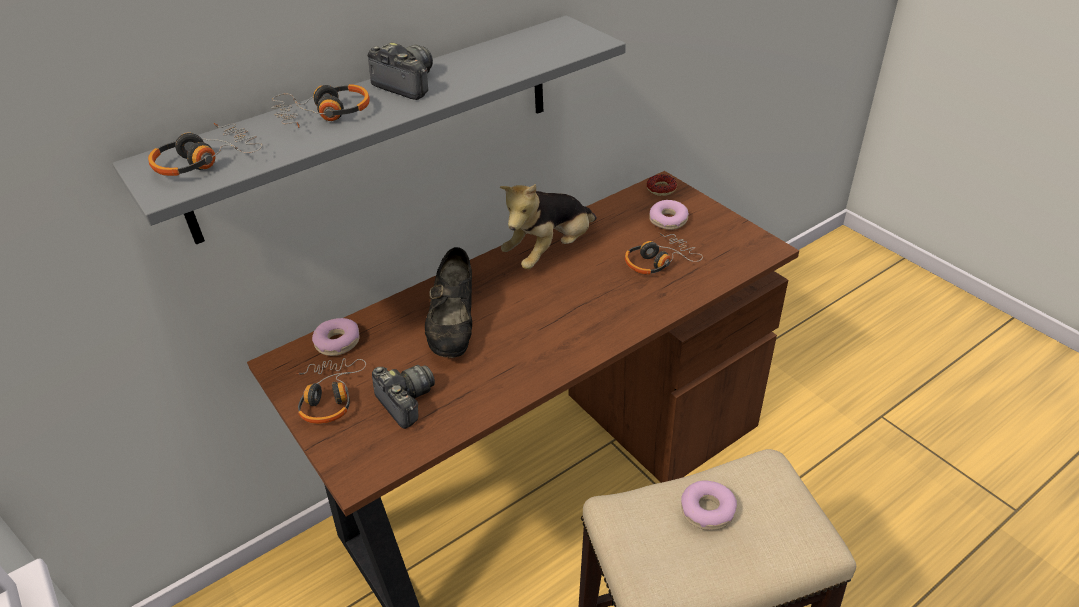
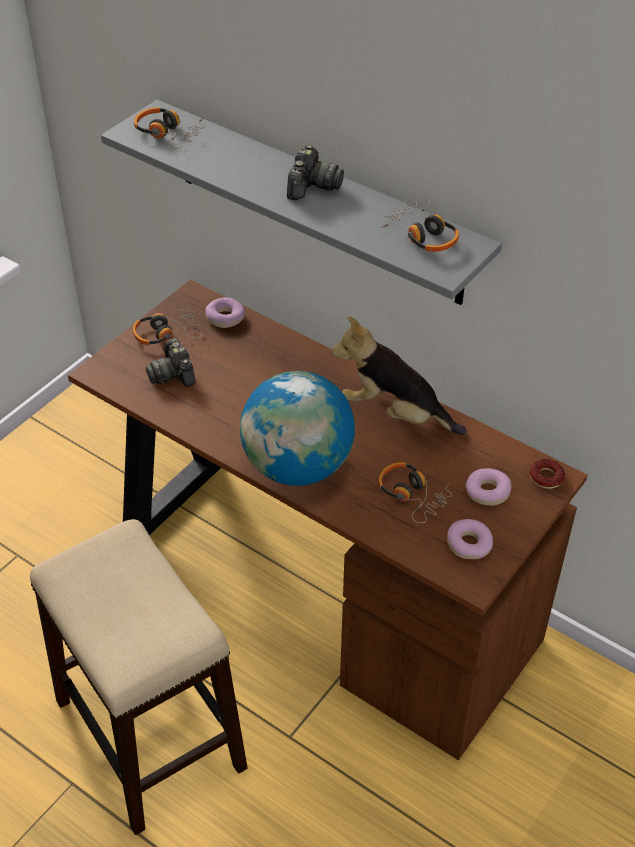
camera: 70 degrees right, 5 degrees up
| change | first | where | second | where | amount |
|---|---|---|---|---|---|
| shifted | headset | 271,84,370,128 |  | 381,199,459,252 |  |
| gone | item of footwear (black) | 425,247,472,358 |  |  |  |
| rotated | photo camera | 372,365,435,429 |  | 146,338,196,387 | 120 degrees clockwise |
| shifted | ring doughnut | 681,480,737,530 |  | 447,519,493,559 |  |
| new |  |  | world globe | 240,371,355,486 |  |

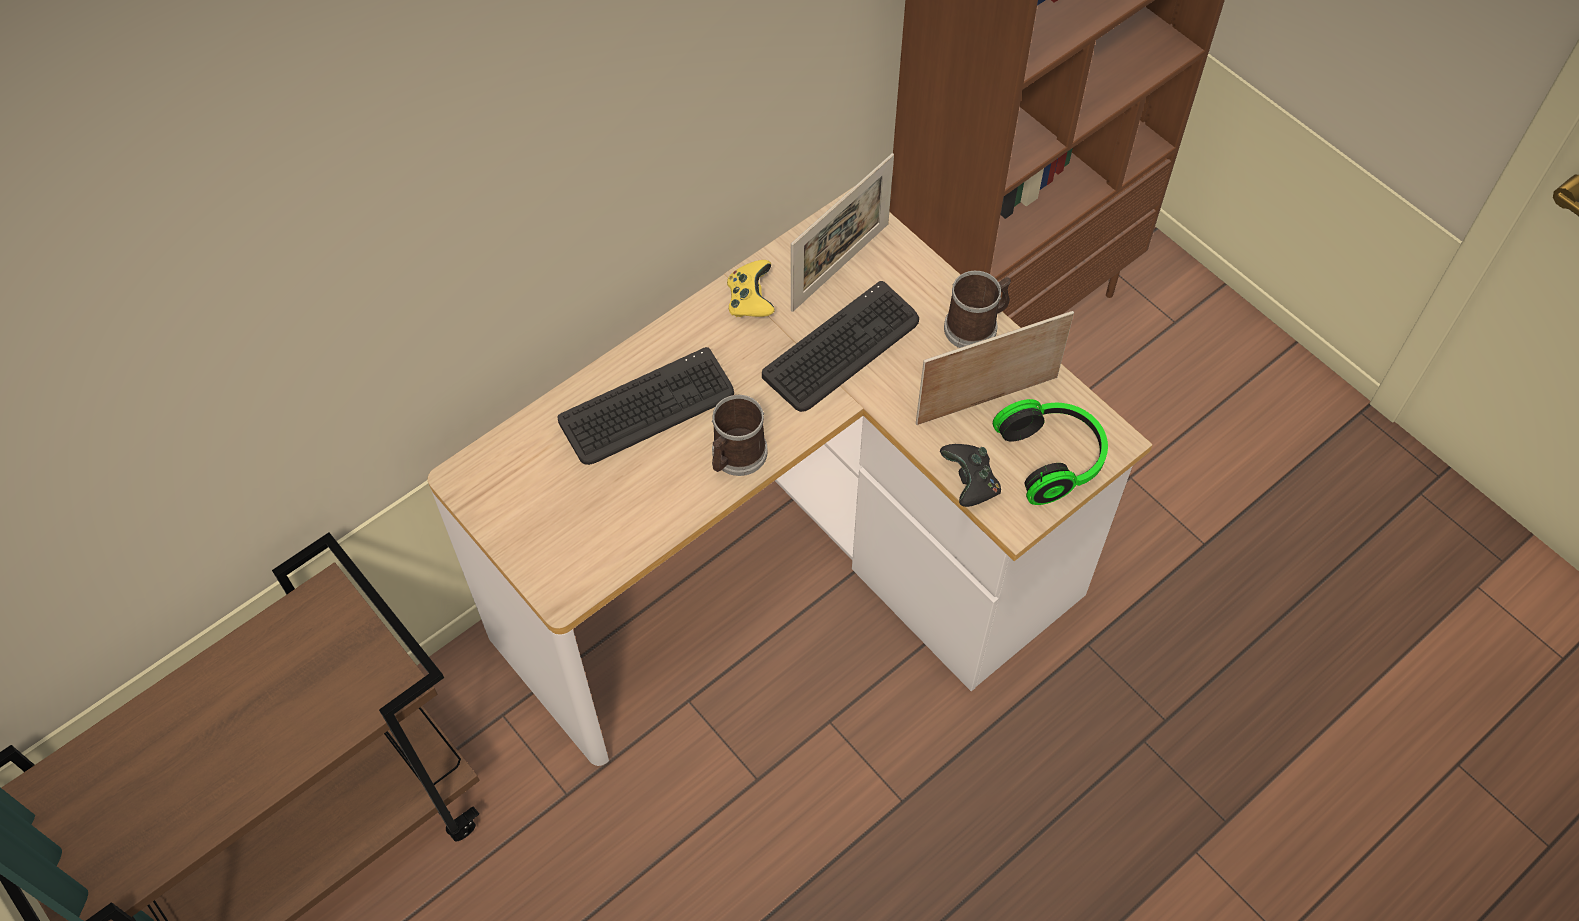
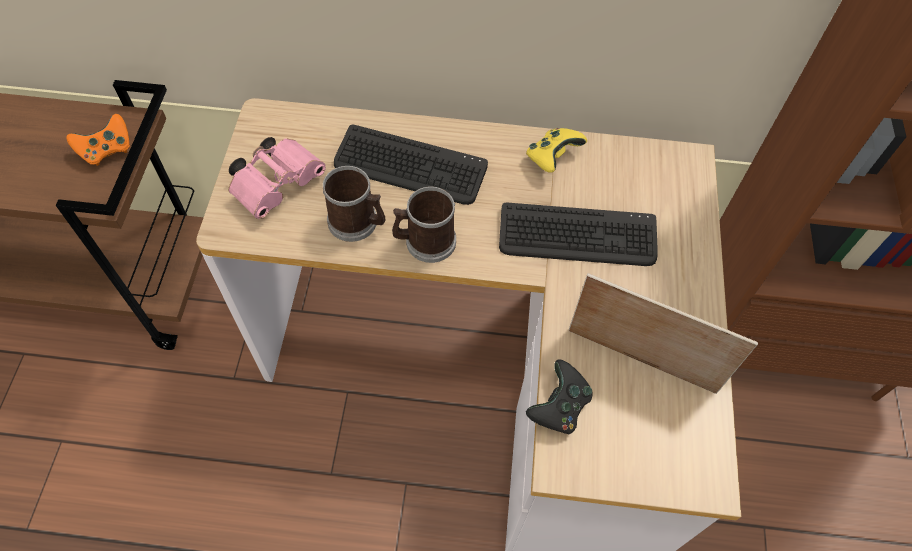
camera: 45 degrees right, 0 degrees up
| change | first | where | second | where | amount |
|---|---|---|---|---|---|
| gone | standing frame | 791,153,894,312 |  |  |  |
| shifted | mug | 944,271,1011,348 |  | 323,166,385,242 |  |
| gone | headset | 993,399,1108,505 |  |  |  |
| new |  |  | joypad (orange) | 66,114,130,166 |  |
| new |  |  | pair of binoculars (pink-coloured) | 228,137,326,219 |  |

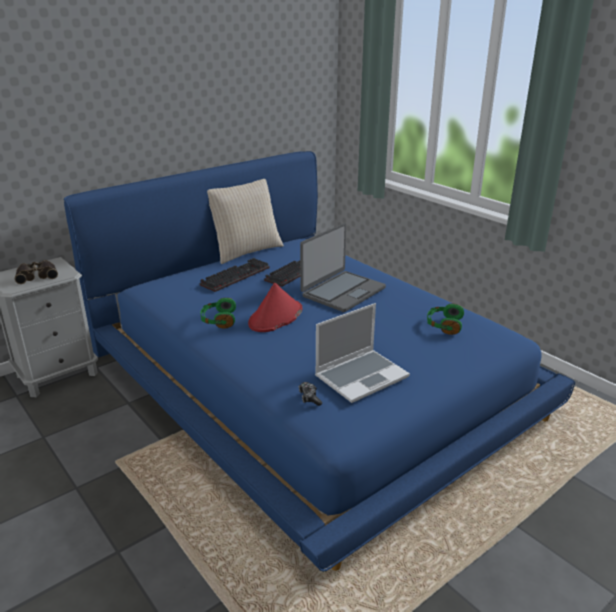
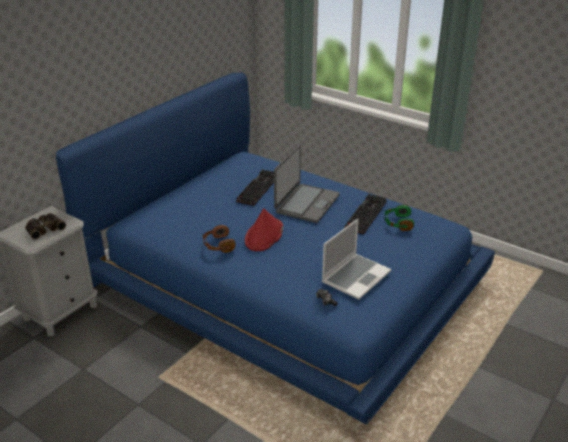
camera: 15 degrees left, 5 degrees up
| change | first | where | second | where | amount |
|---|---|---|---|---|---|
| gone | throw pillow (sand-coloured) | 207,179,284,264 |  |  |  |
| shifted | keyboard | 200,258,270,292 |  | 344,194,387,234 |  |
| repainted | headset (green-coloured) | 200,298,236,328 | headset (brownish) | 203,225,236,253 |  |

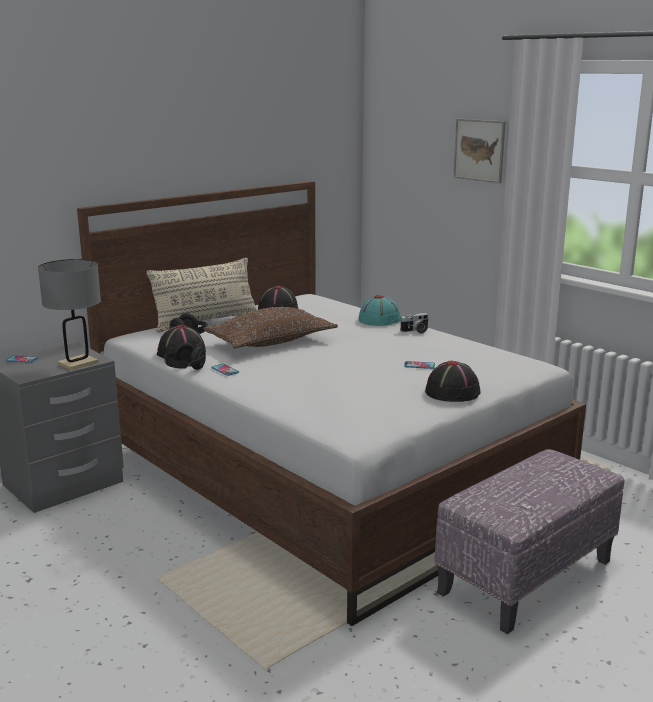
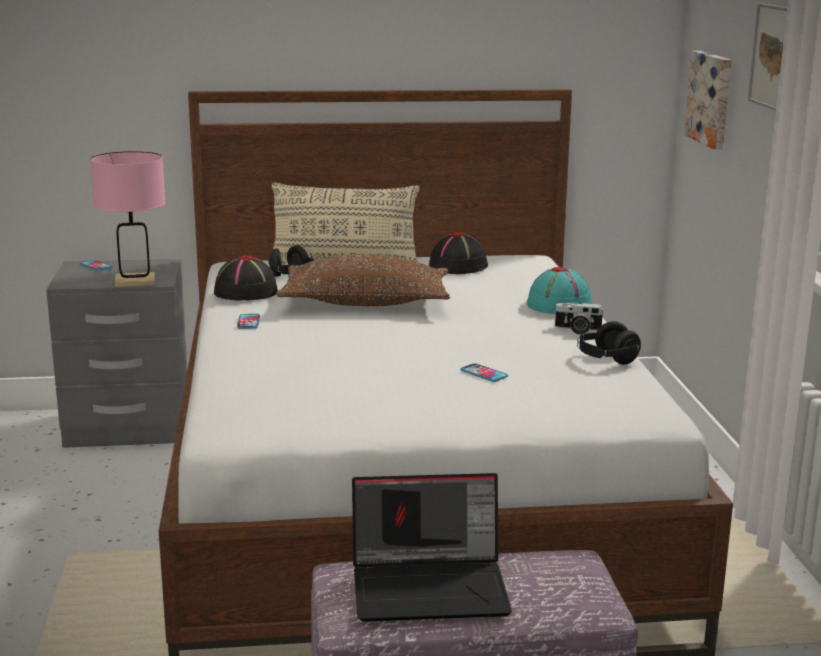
camera: 35 degrees right, 0 degrees up
| change | first | where | second | where | amount |
|---|---|---|---|---|---|
| repainted | tabletop lamp (grey) | 38,259,101,370 | tabletop lamp (pink-coloured) | 90,151,166,287 |  |
| shifted | headset (black) | 164,343,206,370 |  | 577,321,641,365 |  |
| gone | wearable hat (black) | 425,360,481,402 |  |  |  |
| new |  |  | wall art | 684,51,732,149 |  |
| new |  |  | portable computer | 352,473,512,622 |  |

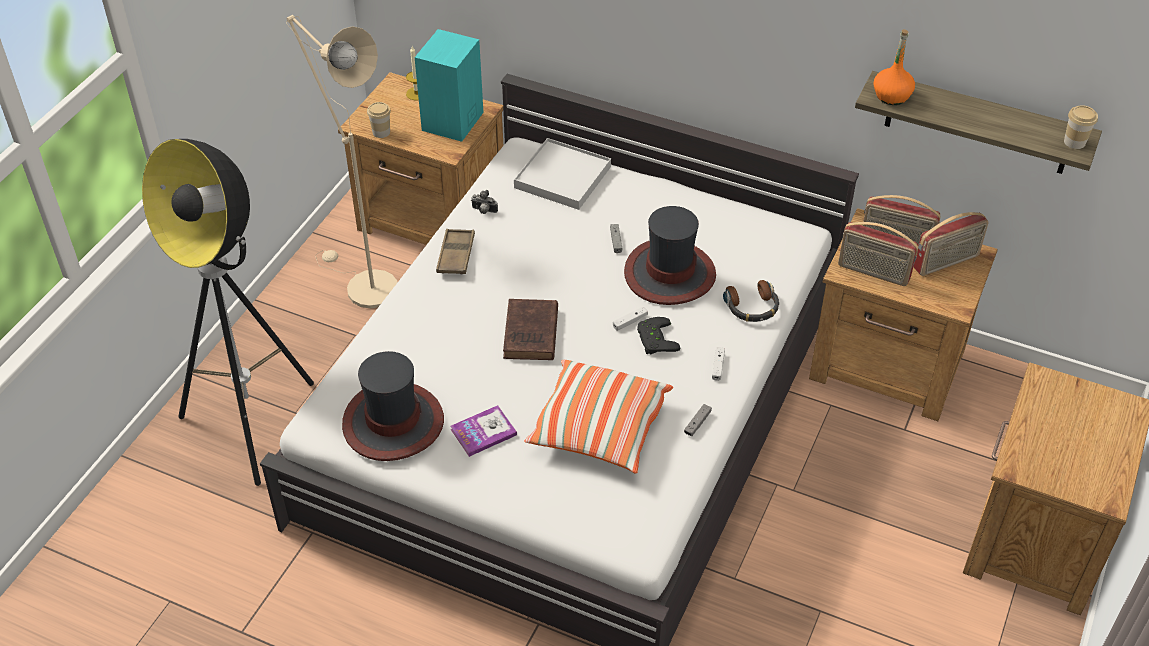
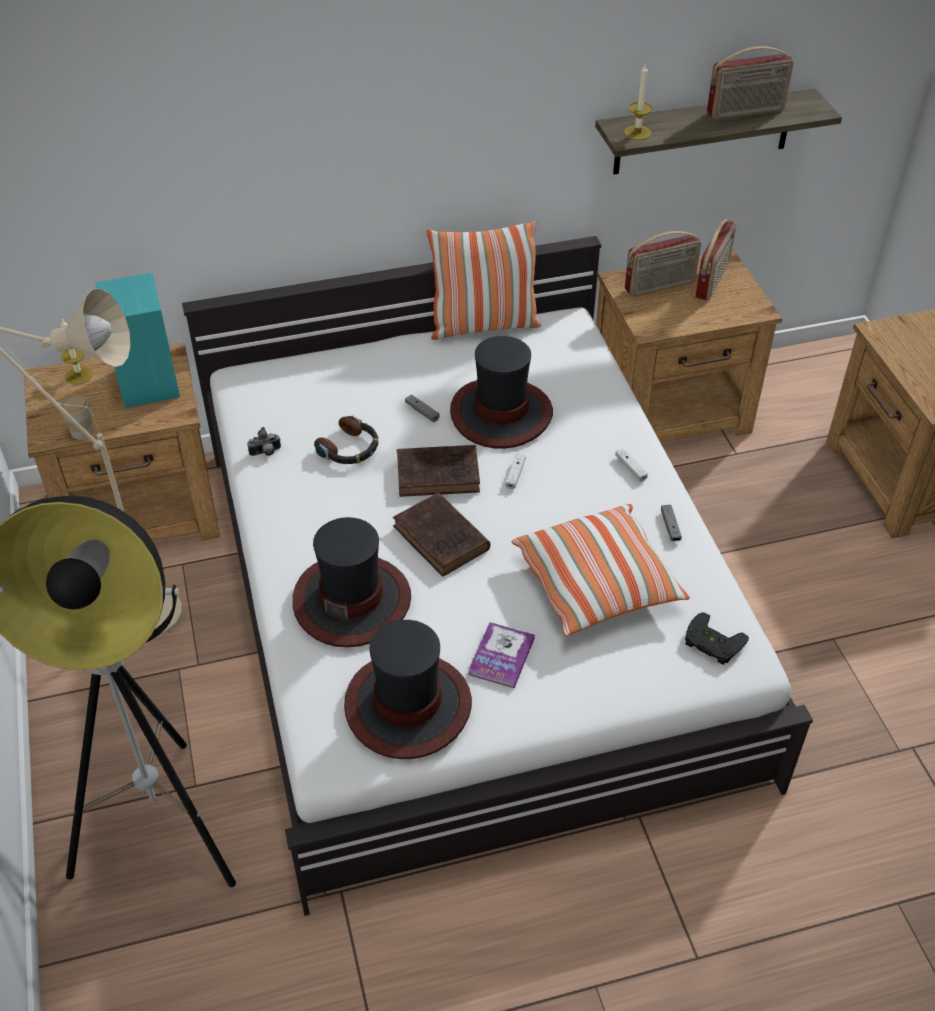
camera: 40 degrees left, 0 degrees up
| change | first | where | second | where | amount |
|---|---|---|---|---|---|
| swapped | drink bottle (orange) | 874,29,915,105 | wax light | 624,65,652,140 |  |
| gone | small cup | 1064,105,1098,149 |  |  |  |
| gone | carrying tray (white-coloured) | 514,138,611,210 |  |  |  |
| shifted | radio set | 838,222,919,286 |  | 707,46,794,120 |  |
| gone | carrying tray (brownish) | 436,229,475,275 |  |  |  |
| shifted | headset | 723,280,779,322 |  | 314,415,378,464 |  |
| shifted | joypad (black) | 637,317,680,354 |  | 685,612,749,665 |  |
| new |  |  | throw pillow | 426,221,541,340 |  |
| new |  |  | bound book (brownish) | 397,445,480,497 |  |
| new |  |  | wearable hat | 292,517,411,648 |  |

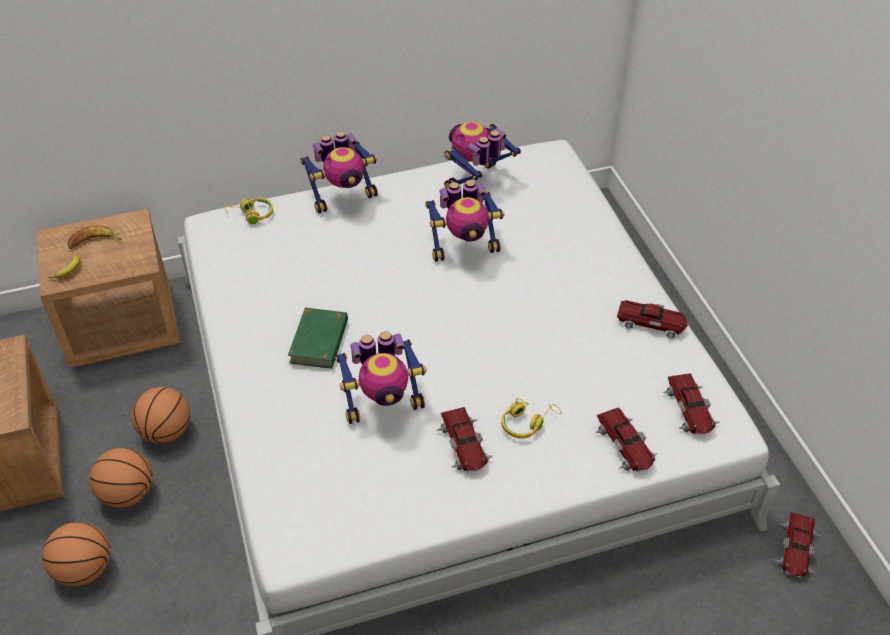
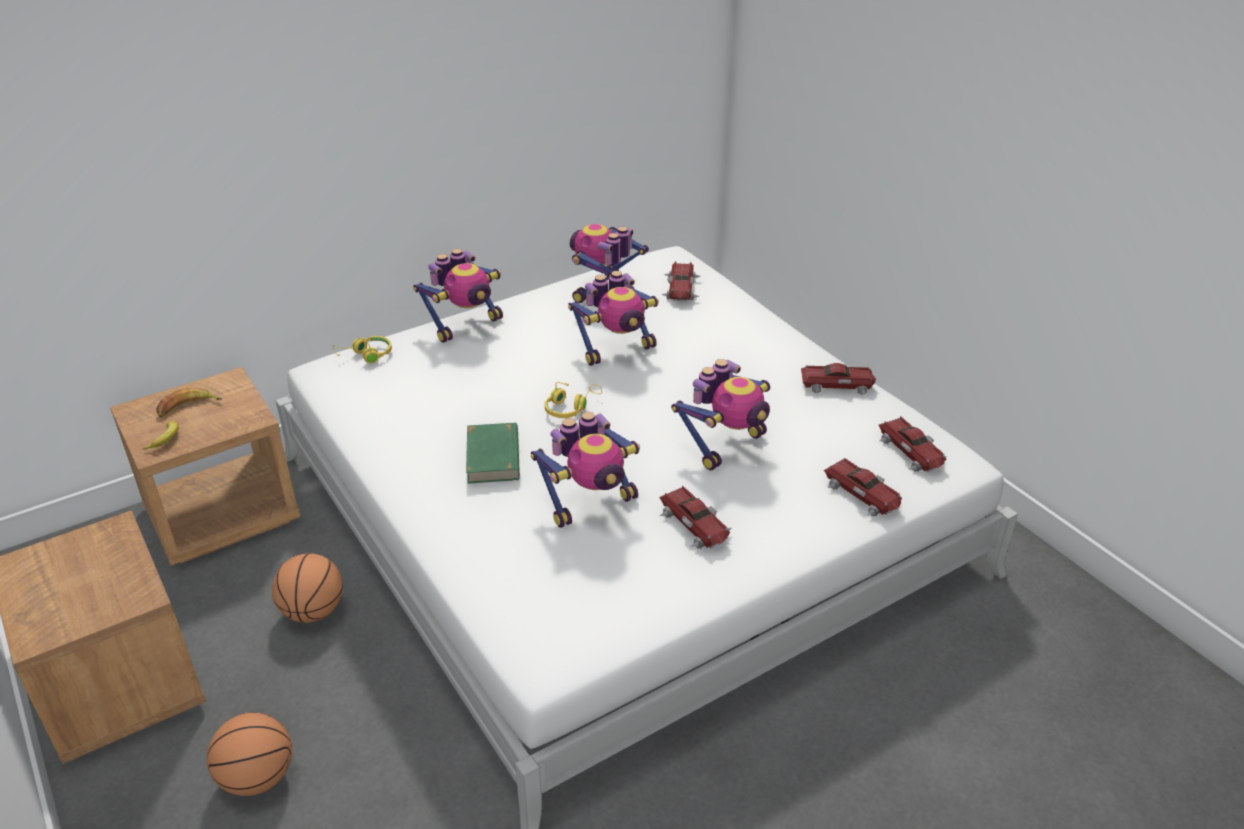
camera: 15 degrees left, 10 degrees down
| change | first | where | second | where | amount |
|---|---|---|---|---|---|
| shifted | headset (yellow) | 501,398,561,439 |  | 544,382,602,418 |  |
| gone | basketball ball | 89,448,153,508 |  |  |  |
| shifted | toy car | 774,512,820,577 |  | 661,261,700,301 |  |
| new |  |  | model robot | 671,359,770,470 |  |

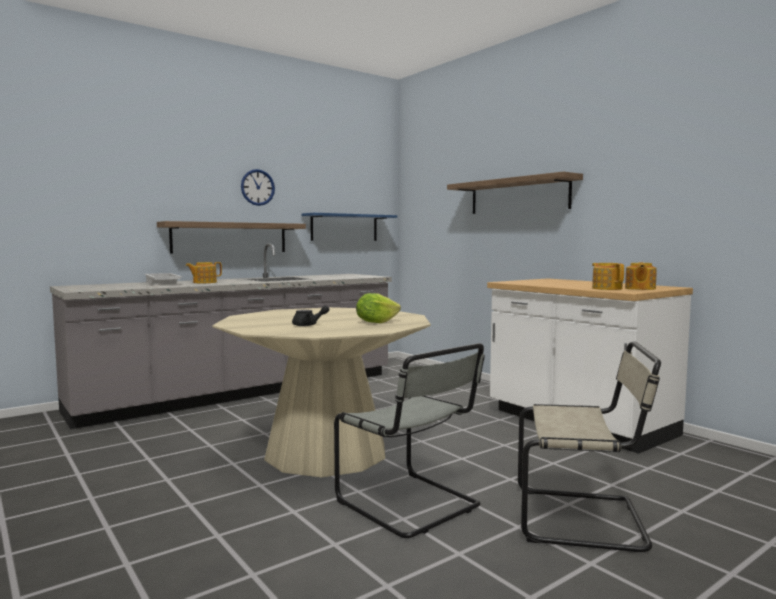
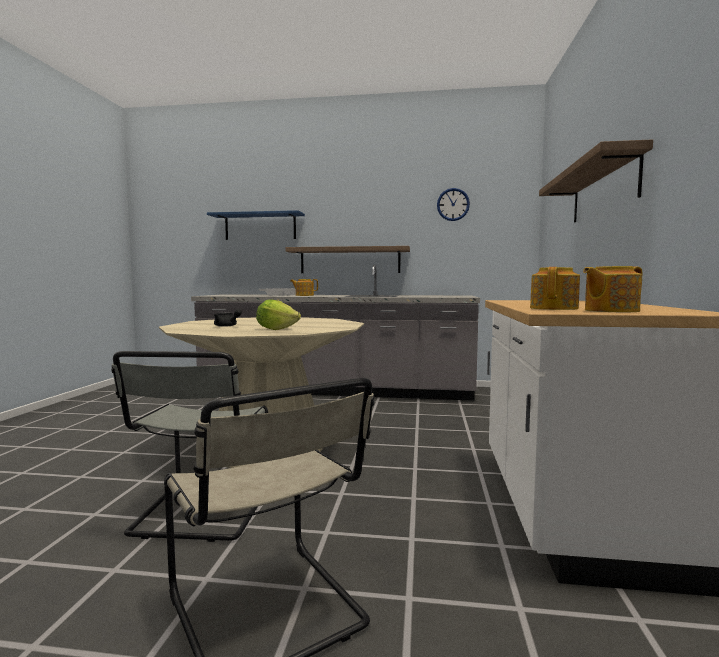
camera: 45 degrees right, 0 degrees up
| change | first | where | second | where | amount |
|---|---|---|---|---|---|
| shifted | hanging clock | 241,169,275,206 |  | 437,188,470,221 |  |
| shifted | wall shelf (blue) | 302,213,397,241 |  | 207,210,305,240 |  |

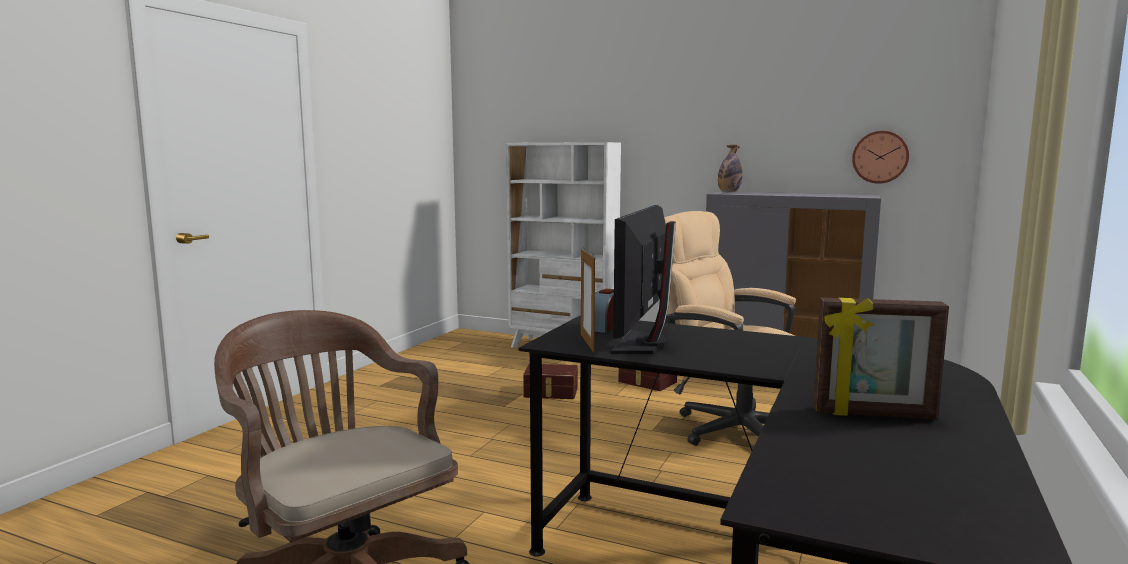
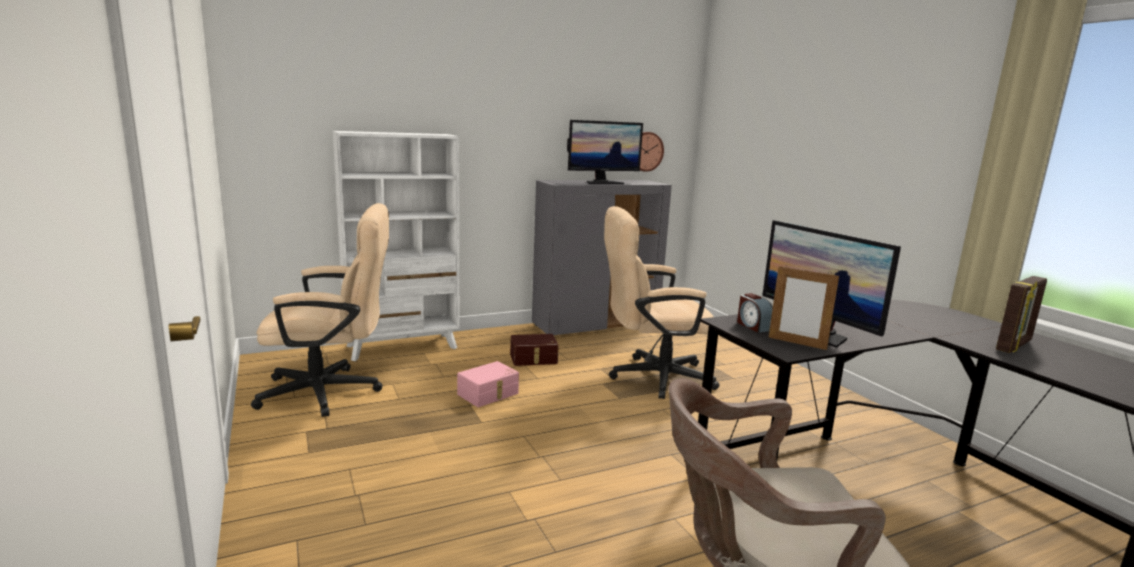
camera: 50 degrees left, 5 degrees up
| change | first | where | second | where | amount |
|---|---|---|---|---|---|
| gone | drink bottle | 718,145,742,192 |  |  |  |
| repainted | storage bin (brownish) | 523,364,578,399 | storage bin (pink-coloured) | 457,361,519,407 |  |
| new |  |  | monitor | 567,120,643,184 |  |
| new |  |  | desk chair (sand-coloured) | 251,203,389,417 |  |

